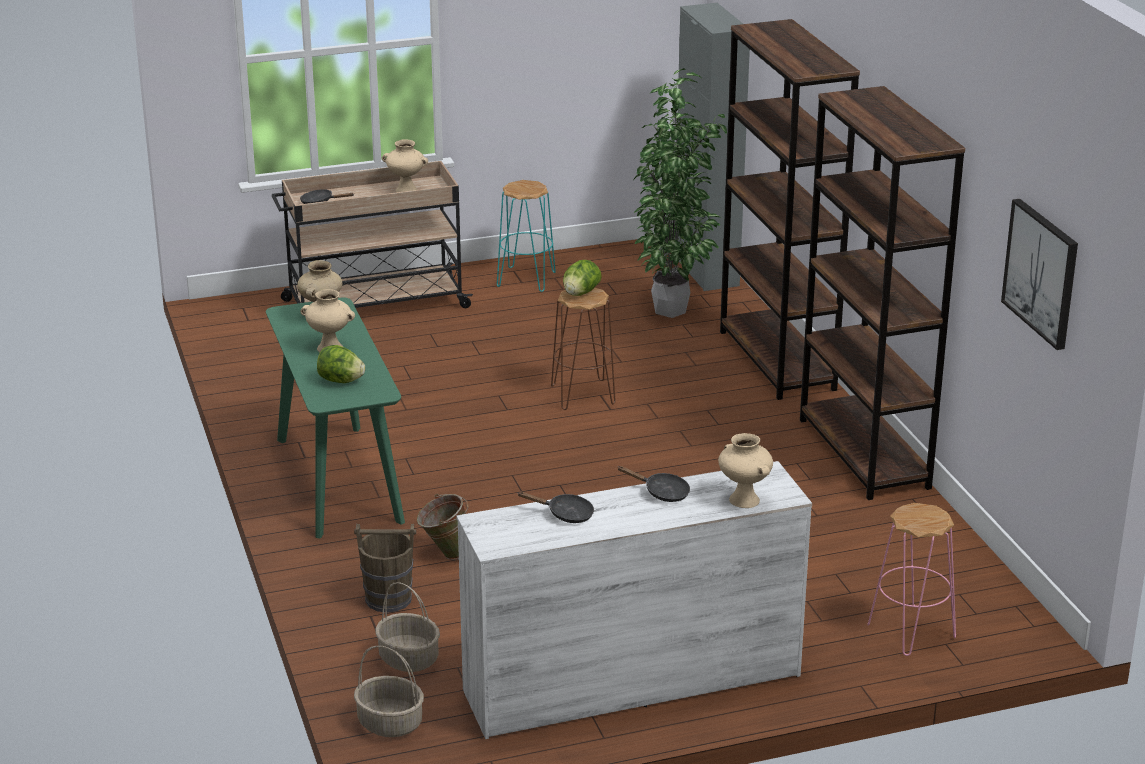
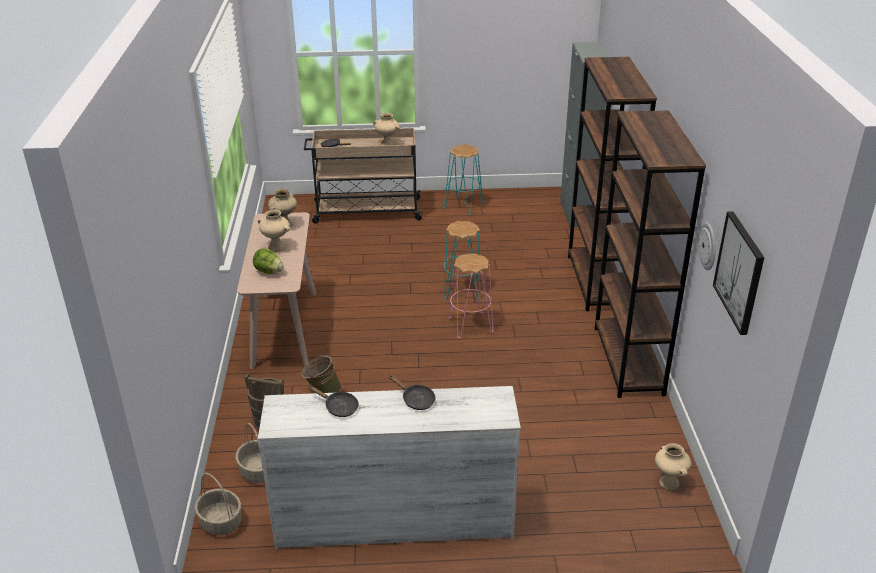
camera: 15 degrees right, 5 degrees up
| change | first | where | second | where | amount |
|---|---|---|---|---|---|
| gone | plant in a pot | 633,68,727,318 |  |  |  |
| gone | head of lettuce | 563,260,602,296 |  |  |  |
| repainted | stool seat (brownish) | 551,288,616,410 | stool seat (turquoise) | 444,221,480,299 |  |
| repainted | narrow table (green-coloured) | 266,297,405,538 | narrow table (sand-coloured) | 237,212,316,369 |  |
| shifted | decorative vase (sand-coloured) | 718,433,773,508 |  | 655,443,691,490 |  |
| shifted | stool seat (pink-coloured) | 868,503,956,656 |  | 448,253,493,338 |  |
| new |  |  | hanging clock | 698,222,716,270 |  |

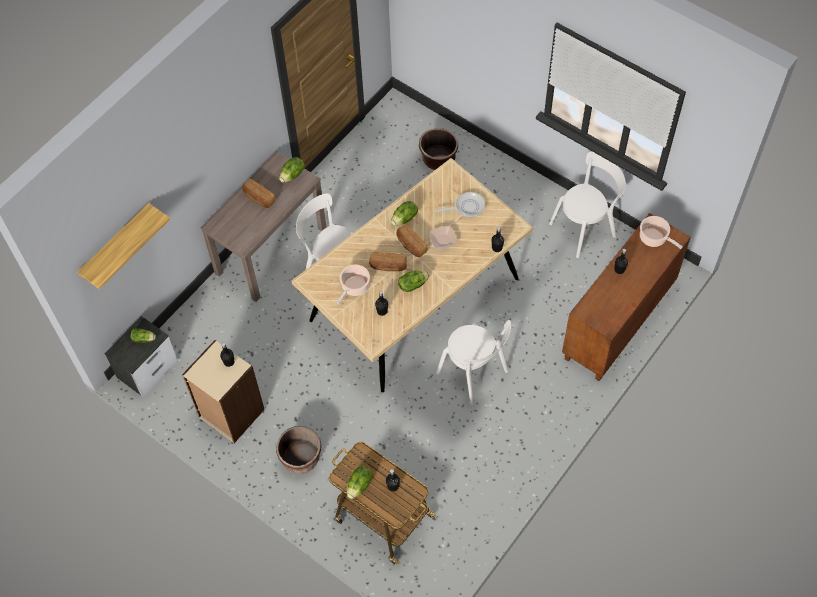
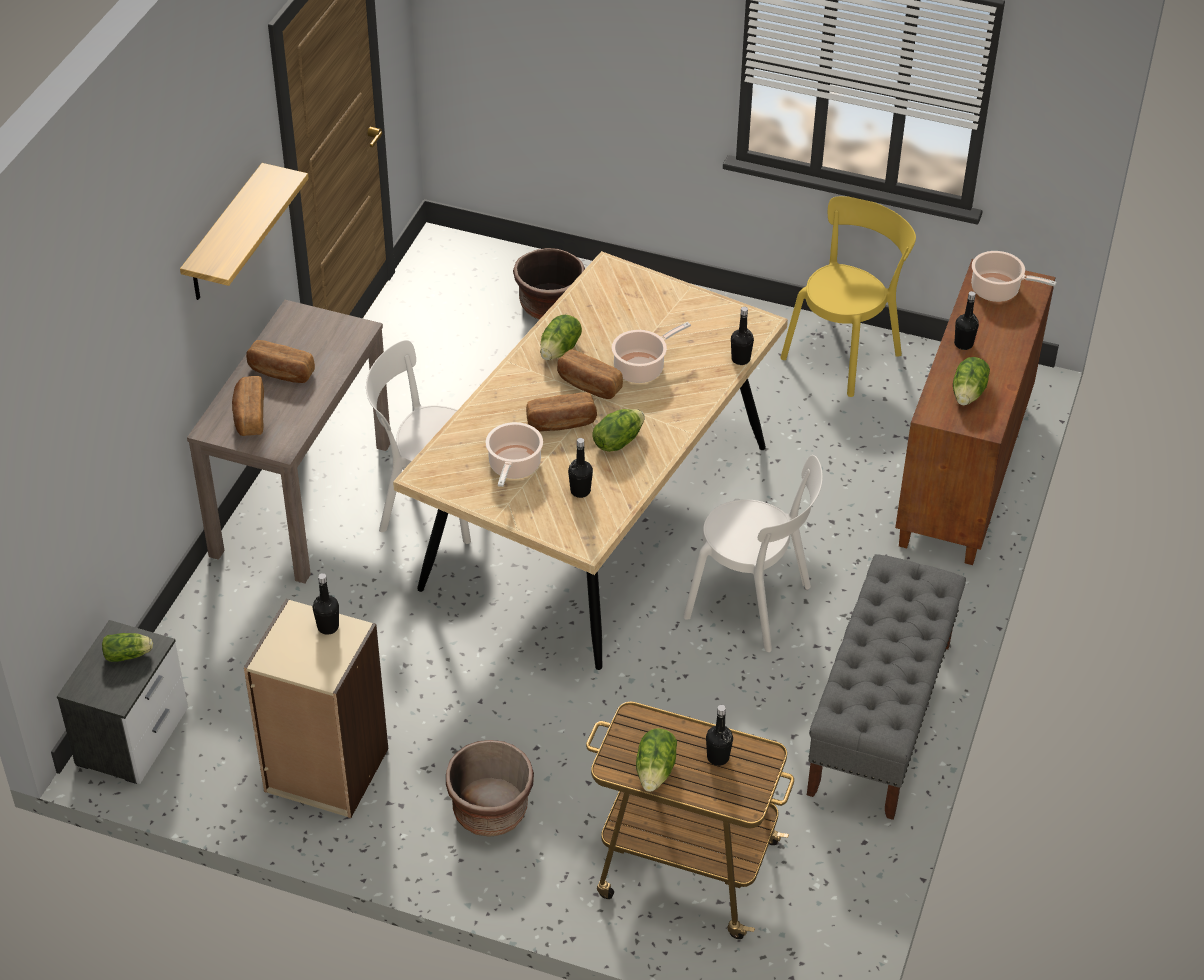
camera: 20 degrees left, 15 degrees down
| change | first | where | second | where | amount |
|---|---|---|---|---|---|
| repainted | upright chair (white-coloured) | 549,151,626,258 | upright chair (yellow) | 780,196,916,397 |  |
| shifted | head of lettuce | 279,157,305,183 |  | 953,357,990,405 |  |
| gone | pan | 434,192,485,217 |  |  |  |
| shifted | wall shelf | 77,203,170,289 |  | 180,163,309,300 |  |
| swapped | bowl | 429,226,457,249 | stockpot | 612,322,691,383 |  |
| new |  |  | baked bread | 232,376,264,436 |  |
| new |  |  | bench (grey) | 807,554,966,820 |  |

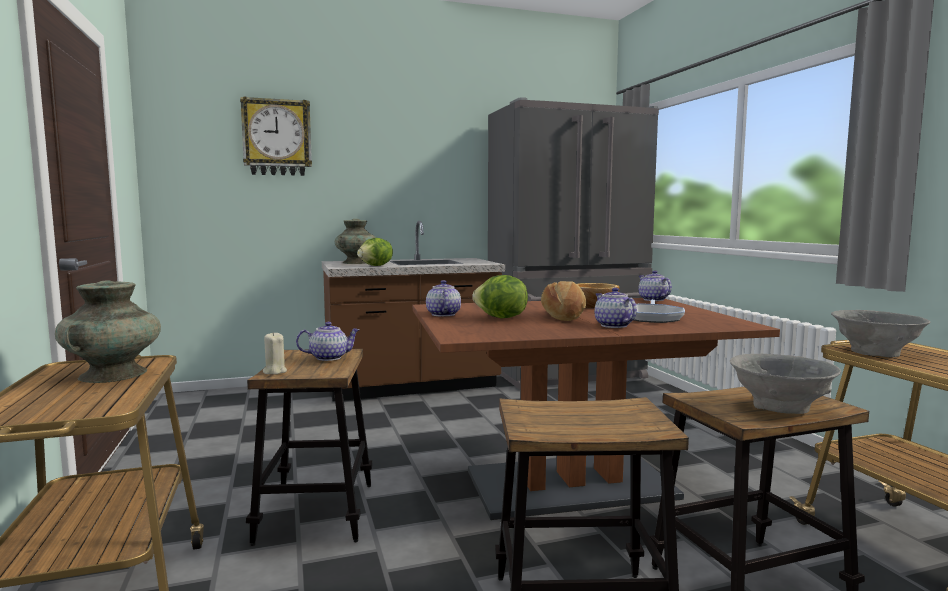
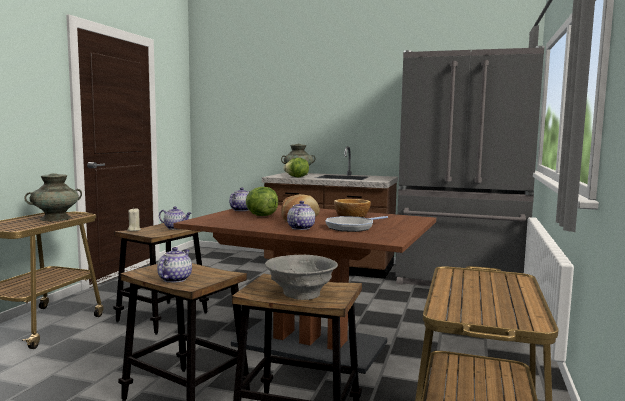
camera: 35 degrees right, 0 degrees up
| change | first | where | second | where | amount |
|---|---|---|---|---|---|
| gone | hanging clock | 240,96,312,176 |  |  |  |
| shifted | tea pot | 639,270,672,301 |  | 157,247,192,283 |  |
| gone | bowl (grey) | 831,310,930,357 |  |  |  |

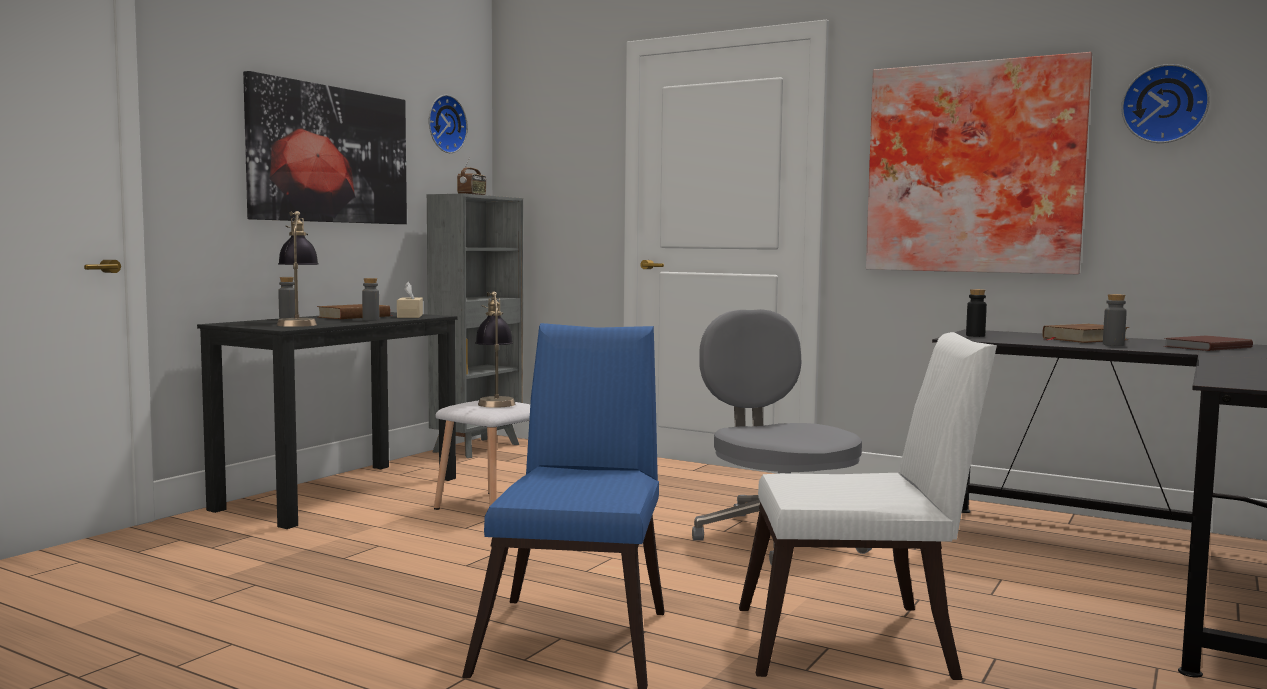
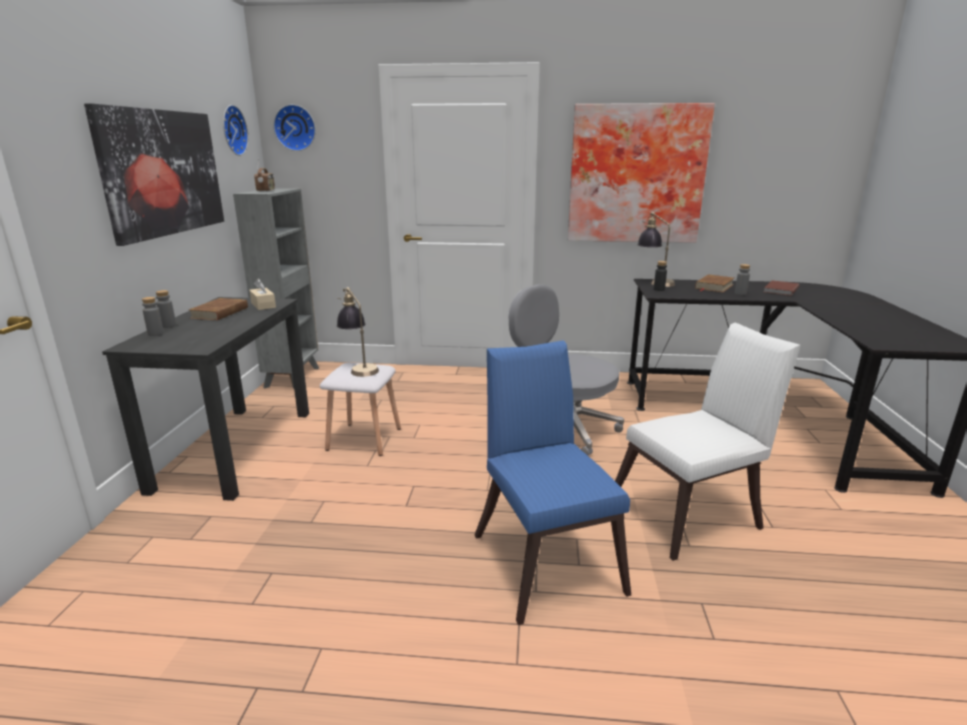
camera: 25 degrees left, 15 degrees up
| change | first | where | second | where | amount |
|---|---|---|---|---|---|
| shifted | hanging clock | 1121,64,1210,143 |  | 273,104,316,151 |  |
| shifted | tabletop lamp | 277,211,319,327 |  | 637,212,675,287 |  |
| shifted | drink bottle (grey) | 362,278,379,321 |  | 142,297,164,336 |  |

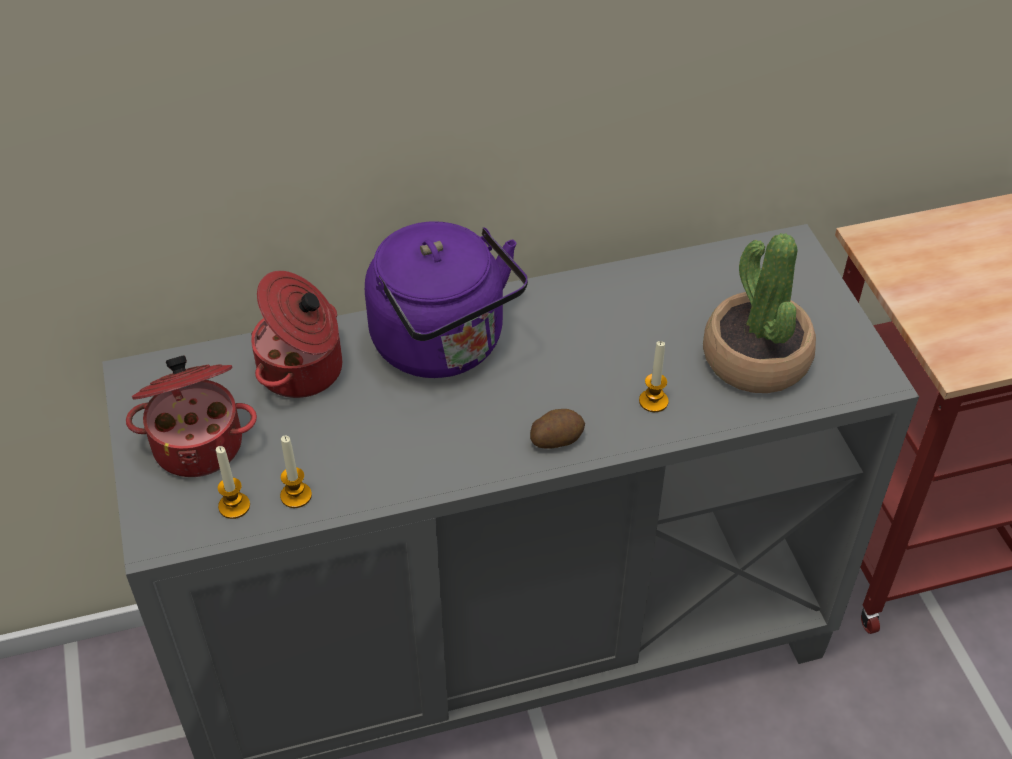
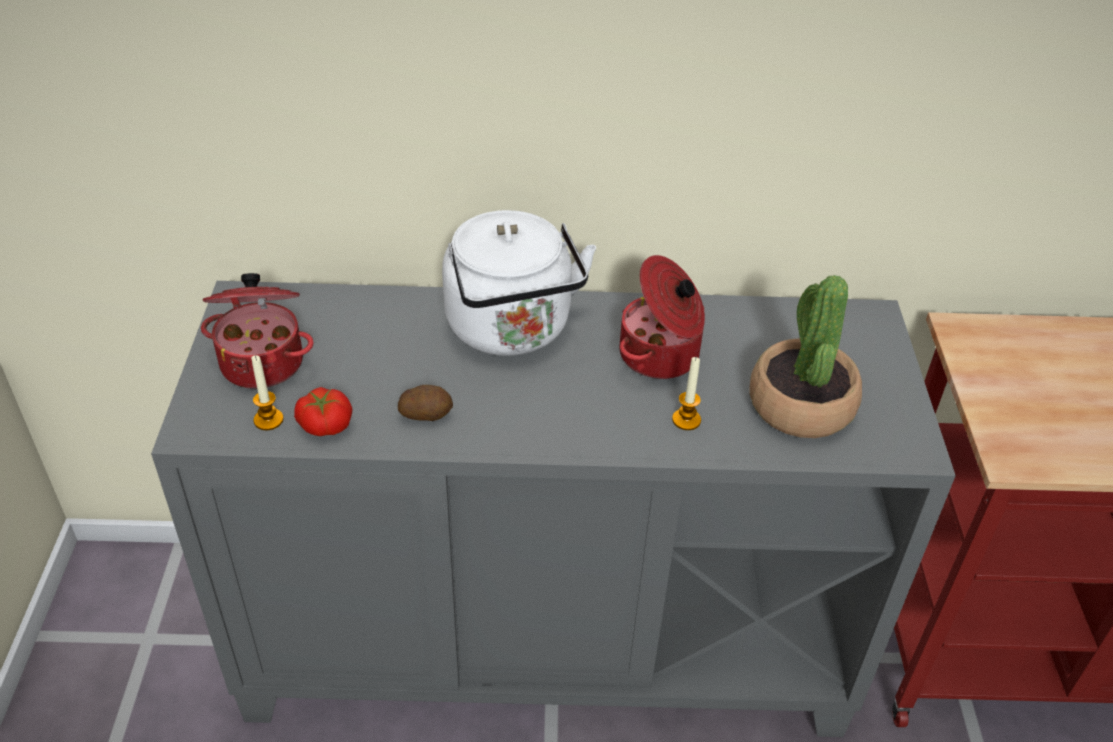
camera: 15 degrees right, 5 degrees down
| change | first | where | second | where | amount |
|---|---|---|---|---|---|
| repainted | water kettle (purplish) | 365,221,528,378 | water kettle (white-coloured) | 442,210,596,356 |  |
| shifted | stockpot | 251,271,342,398 |  | 619,255,705,379 |  |
| shifted | potato | 530,409,585,449 |  | 398,385,453,421 |  |
| swapped | wax light | 280,436,312,508 | tomato | 294,387,352,436 |  |

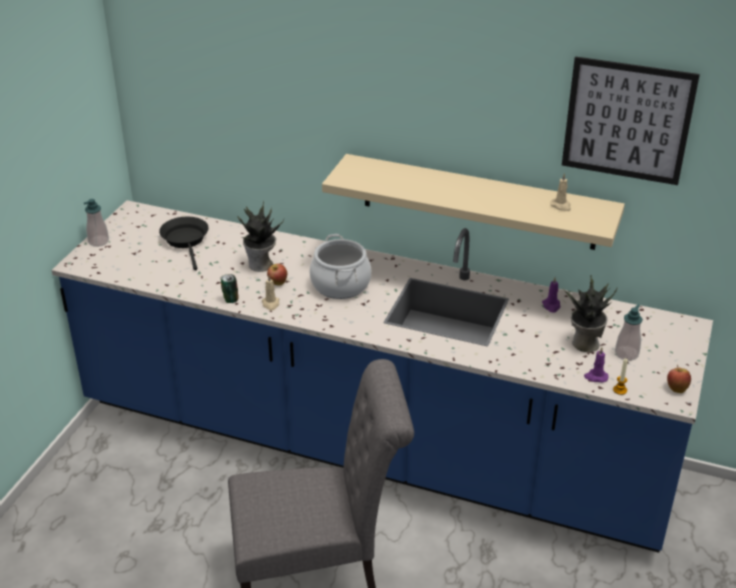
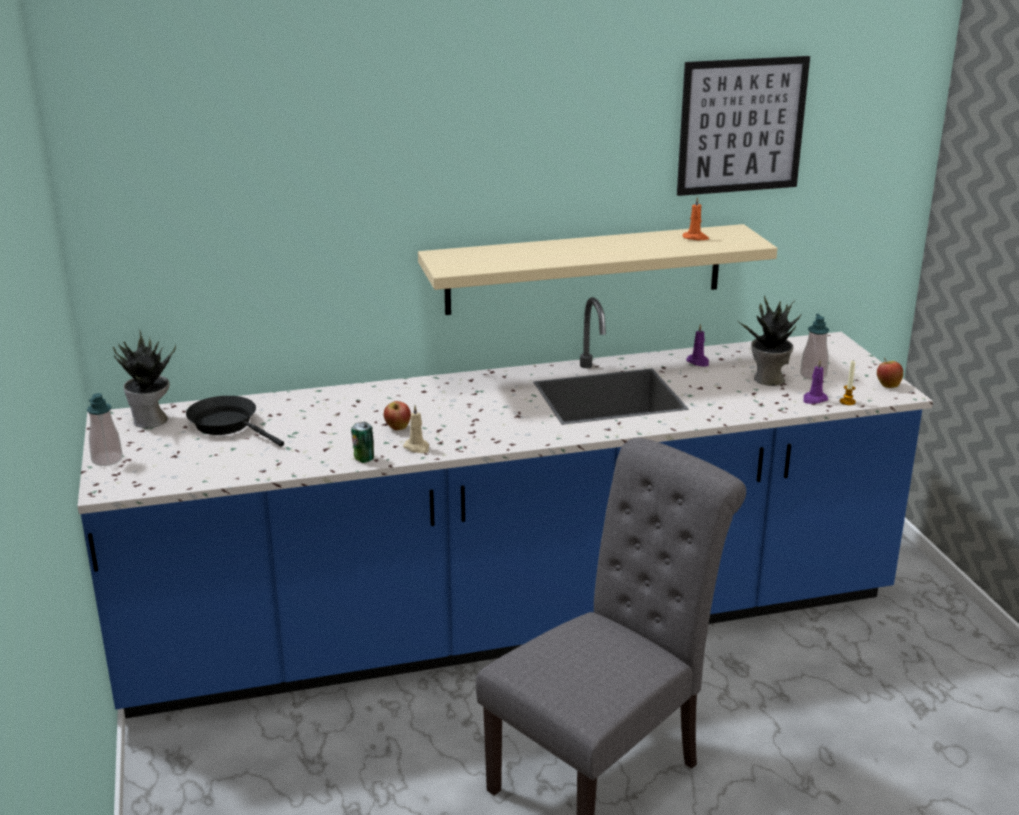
camera: 35 degrees left, 10 degrees down
| change | first | where | second | where | amount |
|---|---|---|---|---|---|
| repainted | wax light (sand-coloured) | 550,173,571,211 | wax light (orange) | 683,196,709,240 |  |
| shifted | plant in a pot | 238,200,284,272 |  | 113,329,176,428 |  |
| gone | stockpot | 310,234,371,299 |  |  |  |

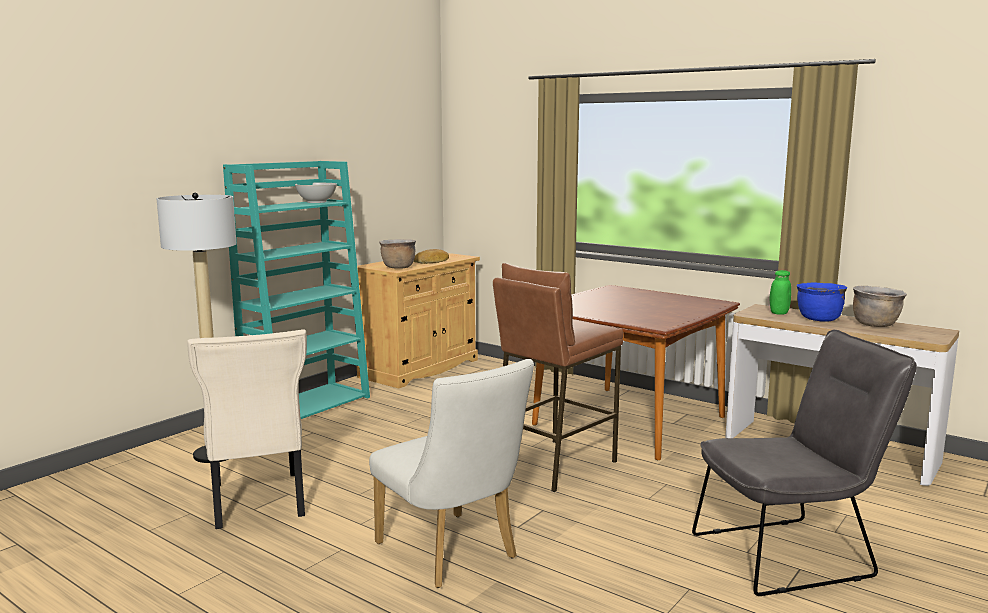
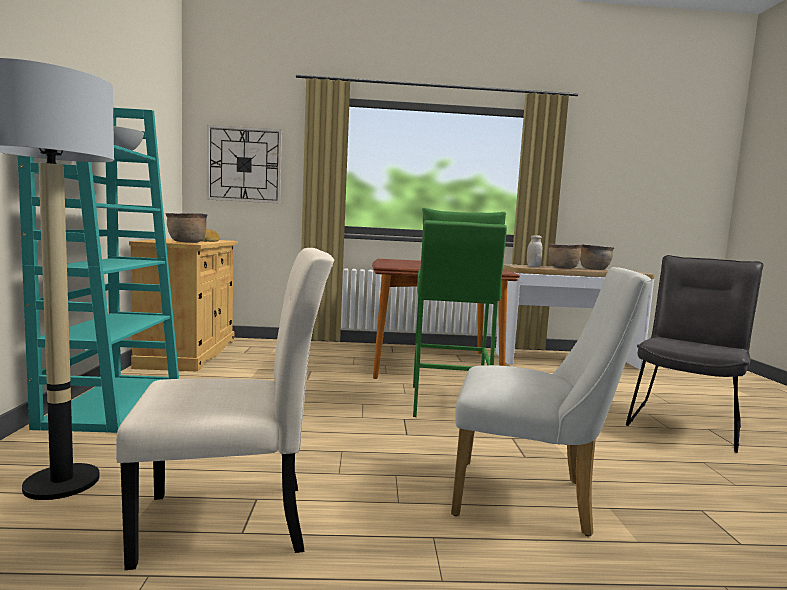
camera: 40 degrees left, 5 degrees down
| change | first | where | second | where | amount |
|---|---|---|---|---|---|
| repainted | stool seat (brownish) | 493,263,623,492 | stool seat (green-coloured) | 413,208,507,417 |  |
| repainted | jar (green-coloured) | 770,270,791,315 | jar (white-coloured) | 527,235,542,267 |  |
| repainted | stockpot (blue) | 797,283,847,322 | stockpot (brownish) | 548,244,583,269 |  |
| rotated | upright chair (sand-coloured) | 187,329,307,529 |  | 116,248,334,570 | 45 degrees counterclockwise |
| new |  |  | hanging clock | 207,125,282,204 |  |

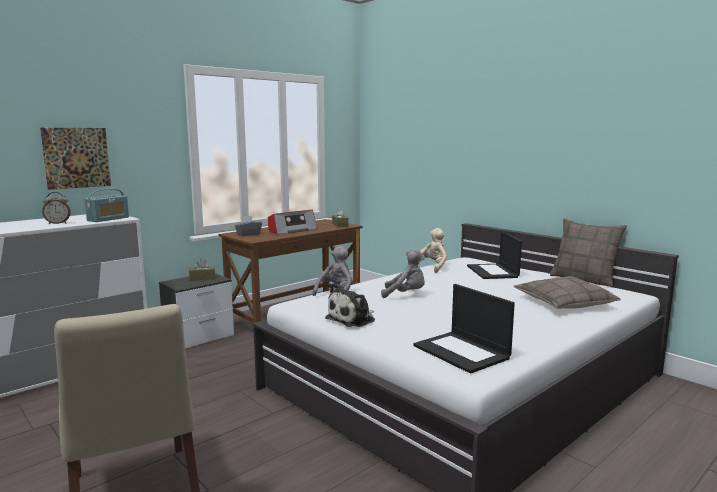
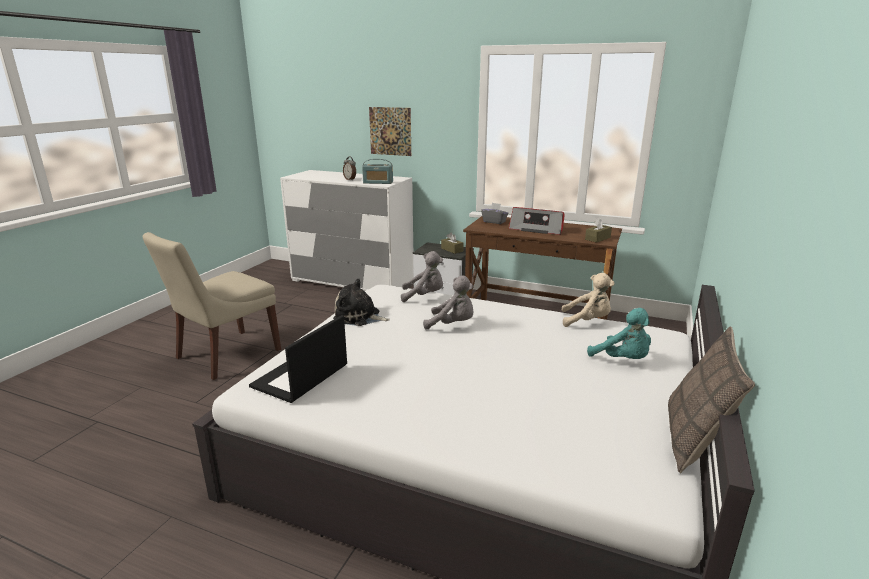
camera: 65 degrees right, 10 degrees up
| change | first | where | second | where | amount |
|---|---|---|---|---|---|
| swapped | portable computer | 467,231,522,279 | plush toy (turquoise) | 587,308,651,359 |  |
| rotated | plush toy (grey) | 381,249,425,298 |  | 423,276,474,330 | 60 degrees counterclockwise |
| gone | throw pillow | 514,276,621,309 |  |  |  |

